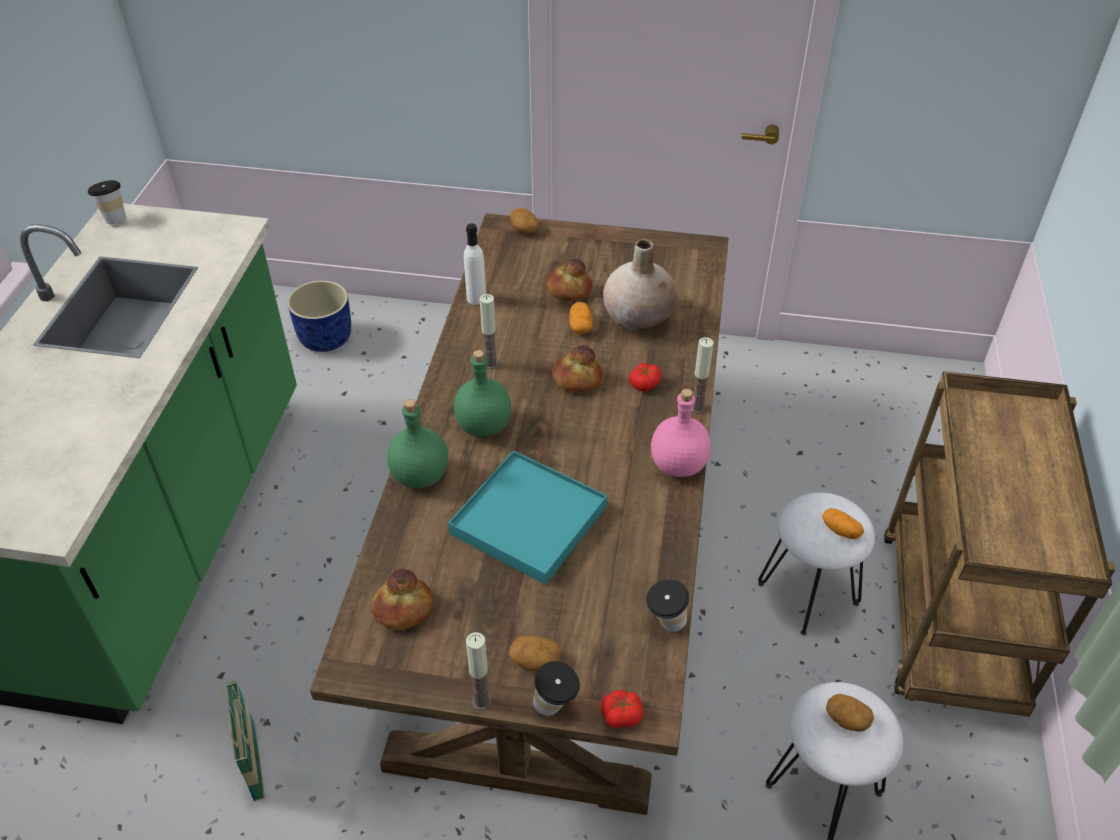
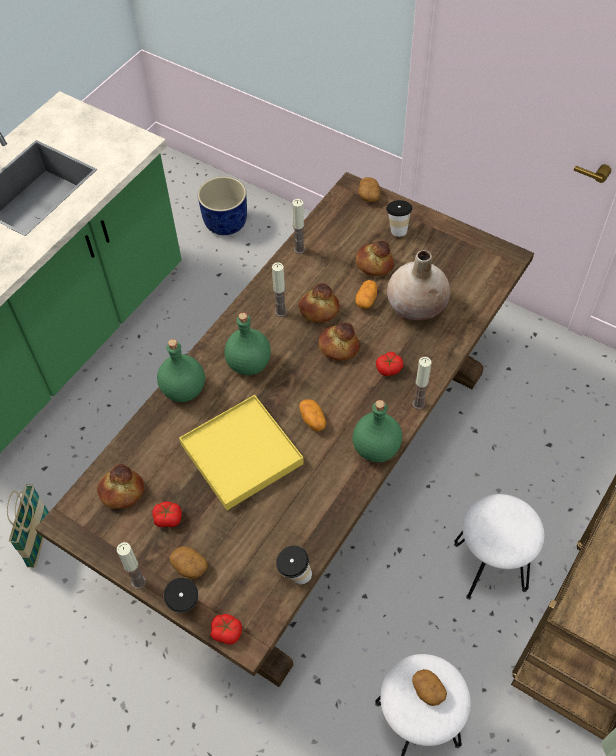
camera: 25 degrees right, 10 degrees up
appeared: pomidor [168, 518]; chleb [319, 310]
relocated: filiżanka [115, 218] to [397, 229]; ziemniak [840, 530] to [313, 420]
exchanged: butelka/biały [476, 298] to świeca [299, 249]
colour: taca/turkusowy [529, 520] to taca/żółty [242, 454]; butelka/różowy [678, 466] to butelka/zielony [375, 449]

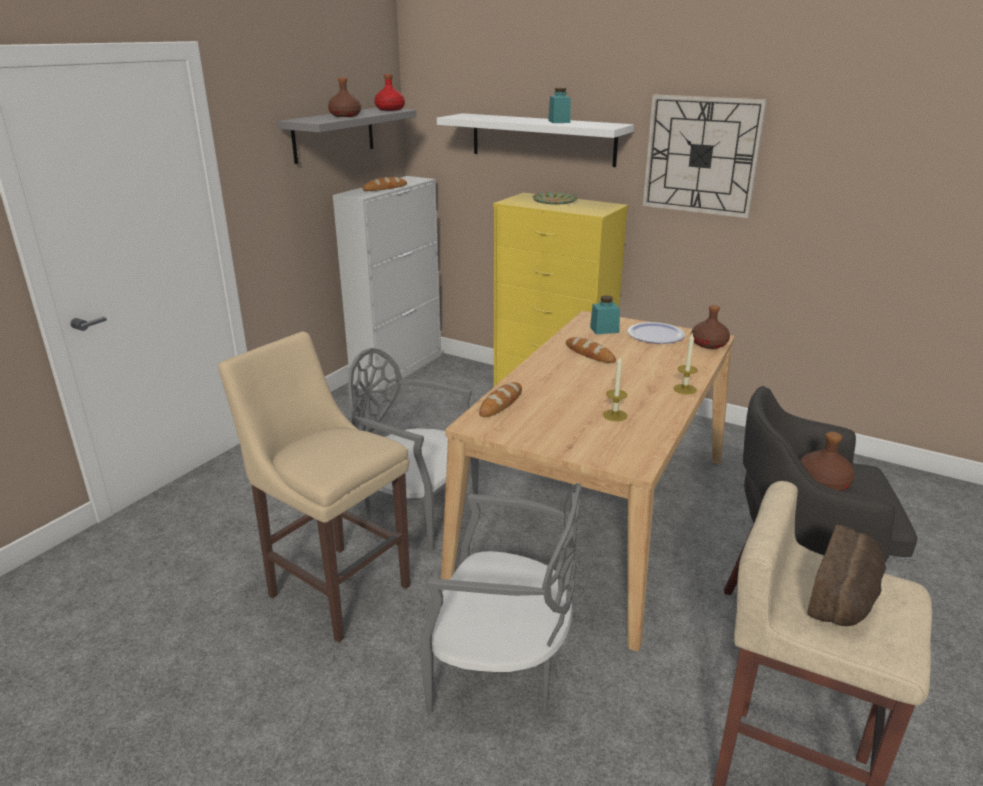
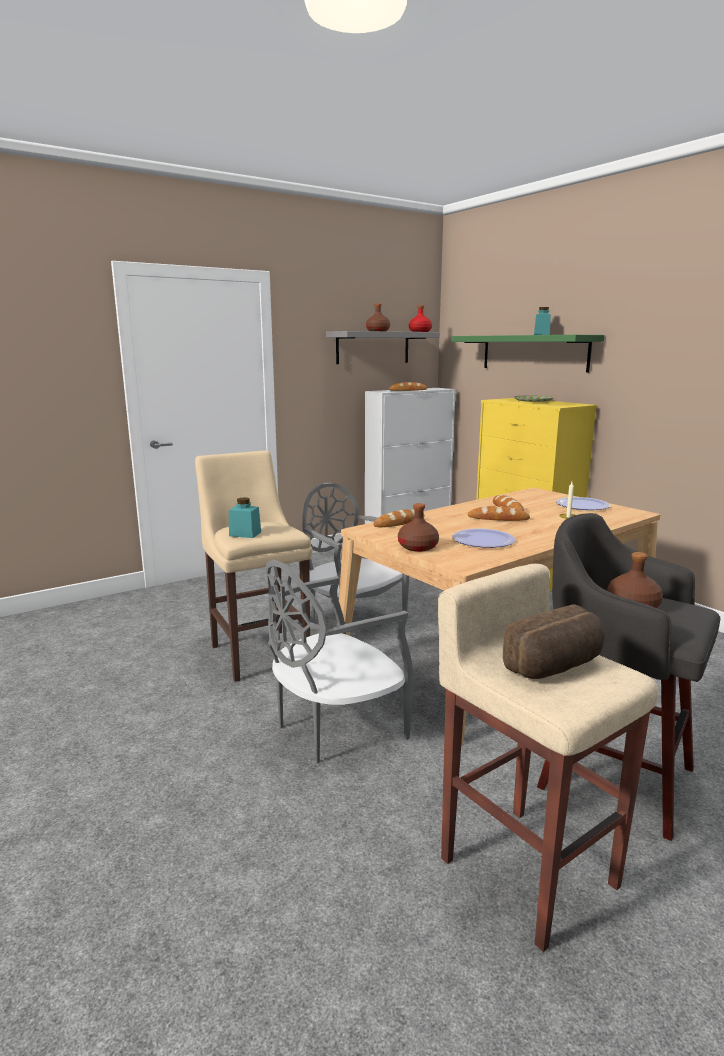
camera: 25 degrees right, 10 degrees down
missing: zegar ścienny [701, 155]
appeared: chleb [498, 518]
relocated: słoik/turkusowy [604, 330] to [245, 534]; butelka/brązowy [709, 344] to [418, 547]
exchanged: świeca [615, 415] to talerz [483, 540]
colour: półka/biały [542, 139] to półka/zielony [534, 353]
spun: krzesło/szary [501, 670] = [335, 728] 105 degrees clockwise

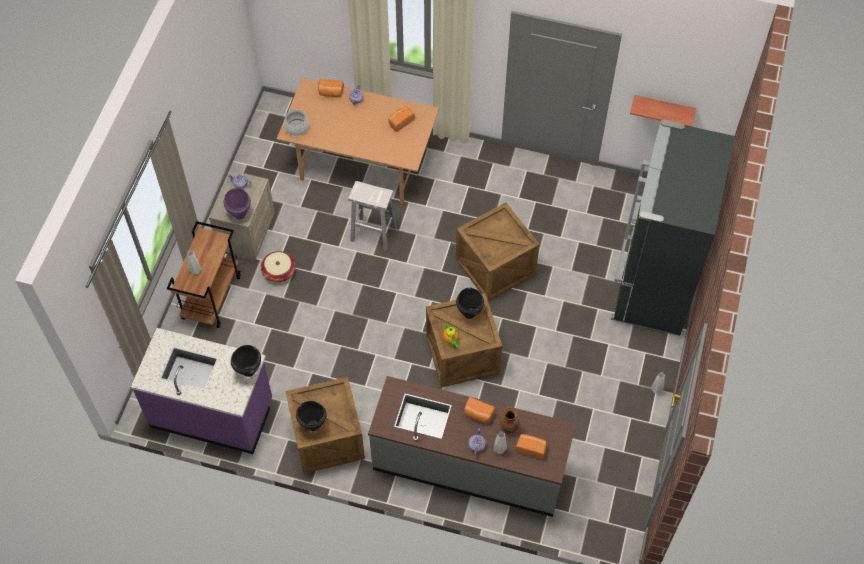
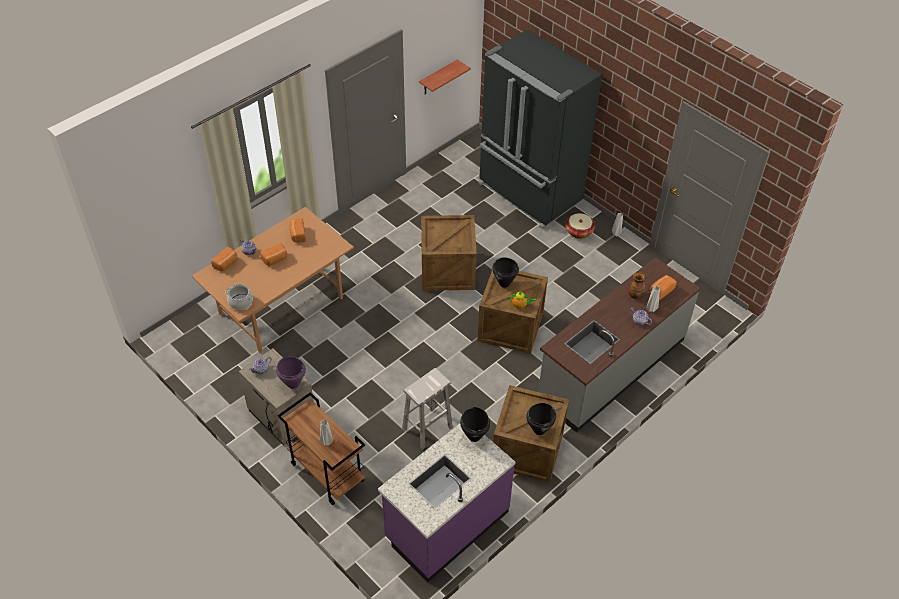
camera: 60 degrees left, 10 degrees down
relocated: koszyk [279, 272] to [579, 231]; stołek/biały [372, 234] to [426, 429]; chleb [478, 414] to [275, 260]

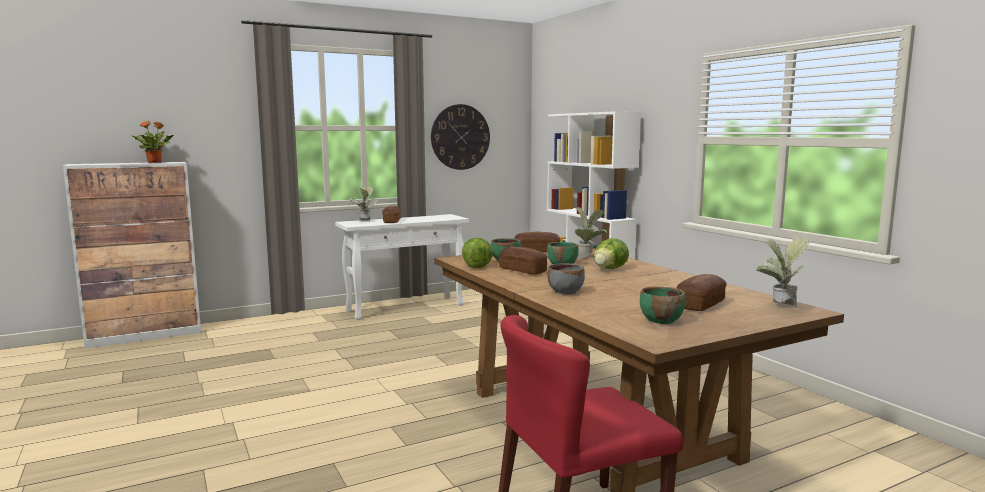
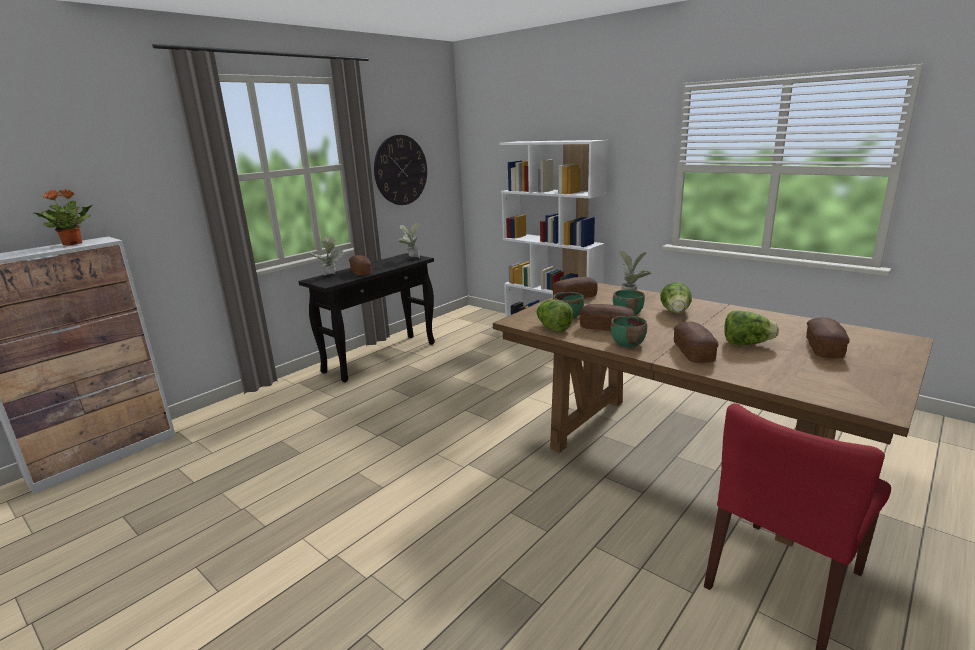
camera: 20 degrees left, 10 degrees up
appeared: sałata [746, 344]
relocated: miska/zielony [660, 320] to [627, 343]; roślina doniczkowa [779, 306] to [411, 258]
exchanged: miska/szary [565, 291] to chleb [693, 352]
colour: stolik konsolowy/biały [406, 308] to stolik konsolowy/czarny [381, 357]

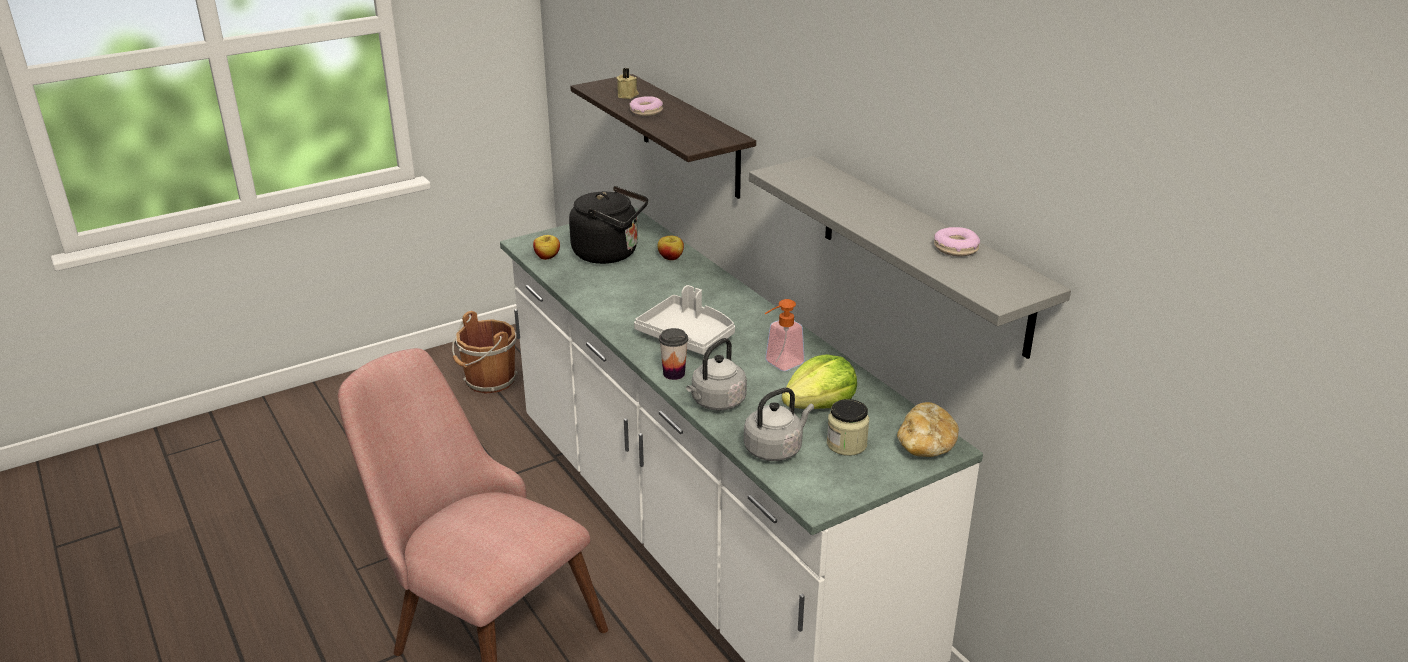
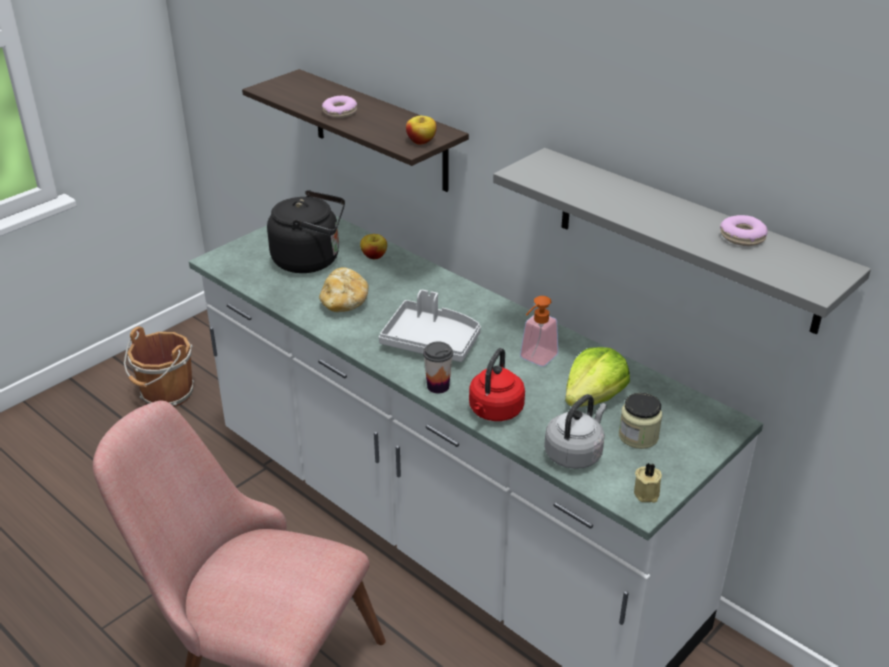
camera: 15 degrees left, 5 degrees up
relocated: jabłko [547, 257] to [421, 141]; świeca/beżowy [628, 95] to [647, 492]; chleb [925, 446] to [344, 303]
colour: czajnik/szary [716, 402] to czajnik/czerwony [494, 412]

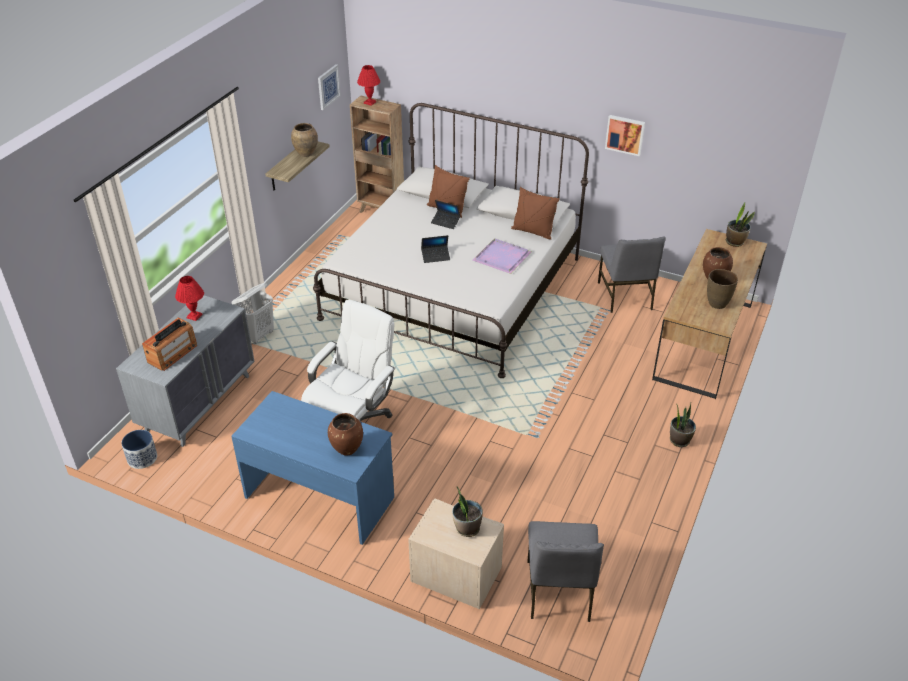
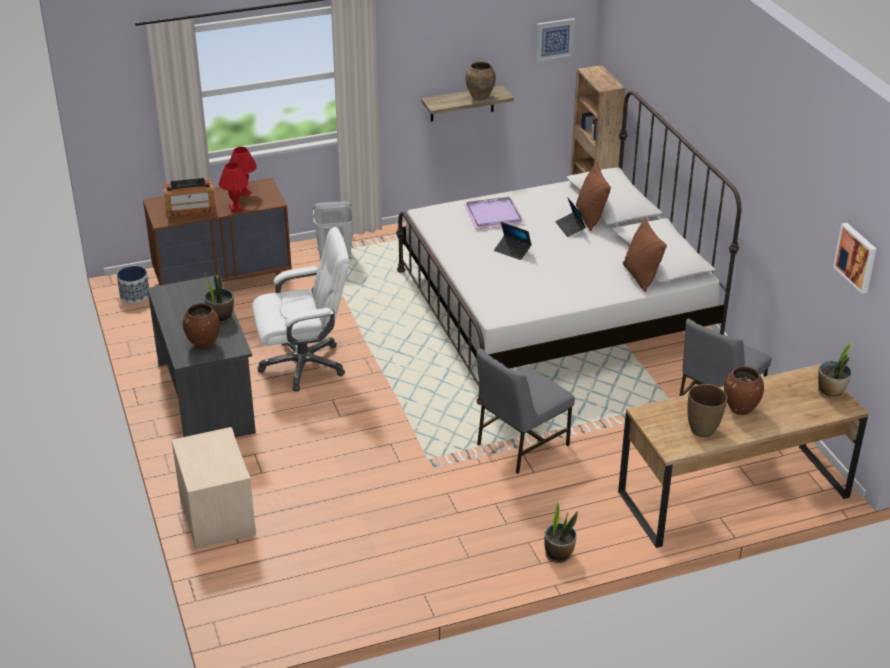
camera: 45 degrees right, 5 degrees down
relocated: lampa stołowa/czerwony [370, 102] to [235, 208]; roślina doniczkowa [467, 528] to [220, 317]; taca/fioletowy [502, 258] to [493, 216]; krzesło/szary [559, 591] to [520, 444]; obraz [625, 134] to [857, 257]
colour: komoda/szary [199, 402] to komoda/brązowy [223, 280]; biurko/niebieski [320, 496] to biurko/szary [207, 397]

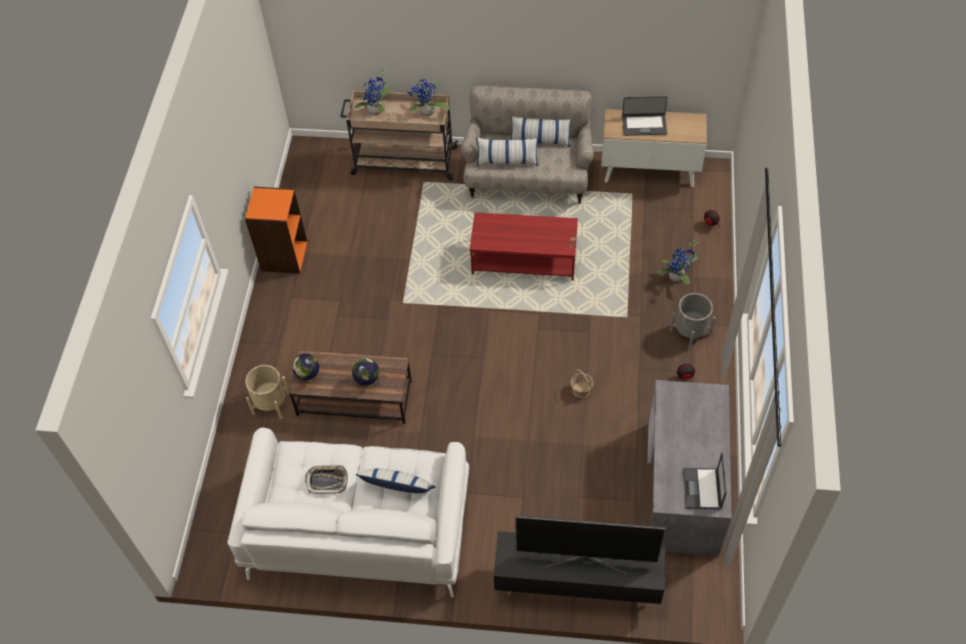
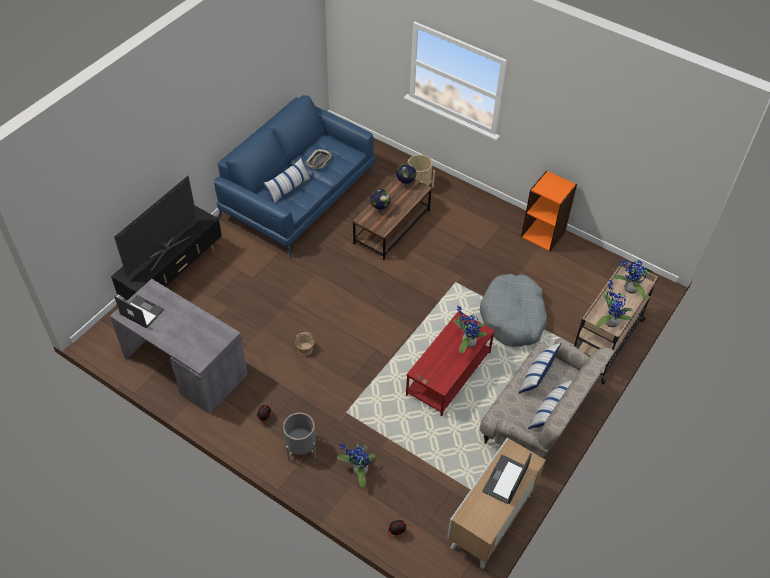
camera: 115 degrees right, 5 degrees down
appeared: roślina doniczkowa [467, 342]; legowisko/szary [513, 317]
colour: kanapa/biały [358, 526] to kanapa/niebieski [299, 195]

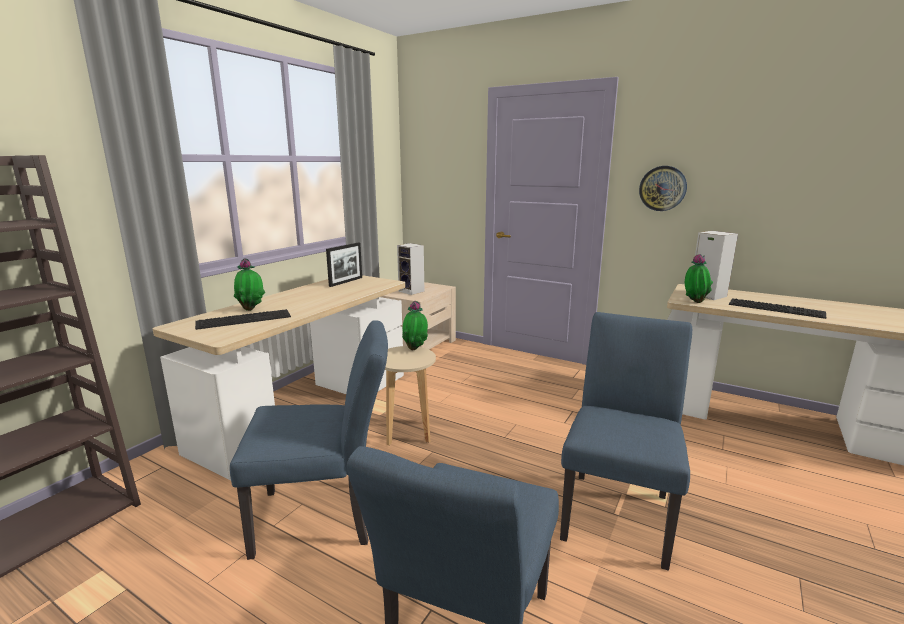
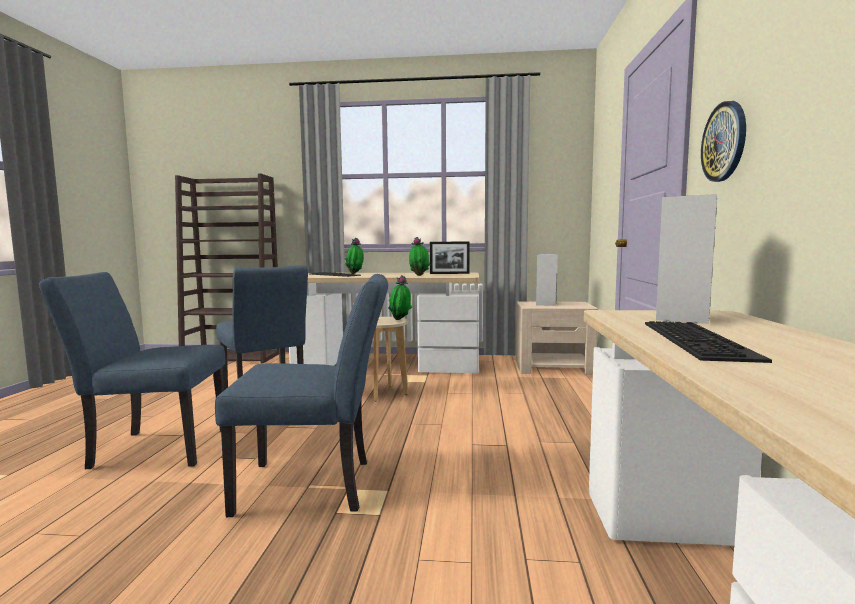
camera: 65 degrees right, 10 degrees down
relocated: roślina doniczkowa [694, 302] to [419, 275]

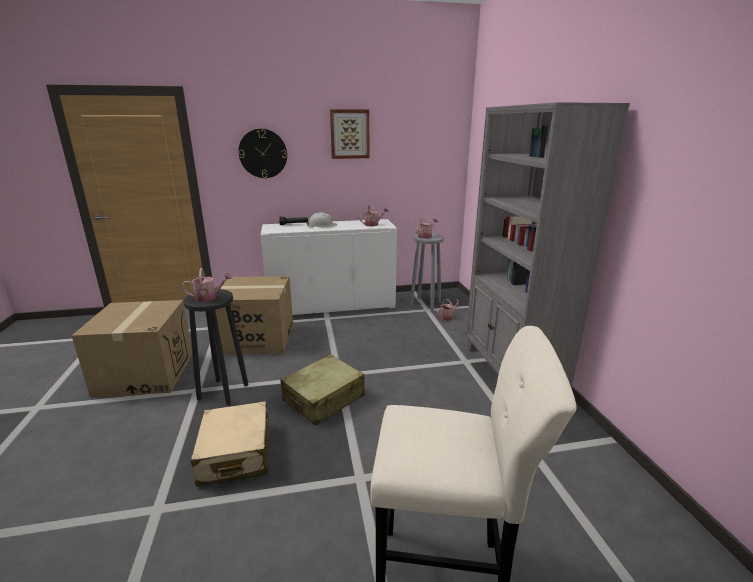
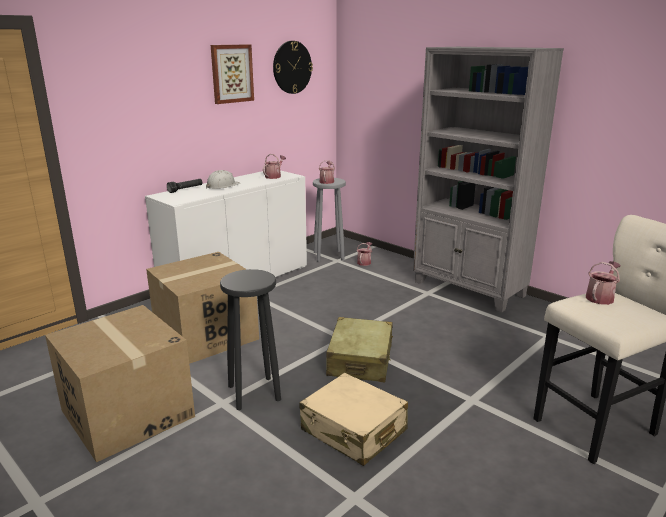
camera: 35 degrees left, 0 degrees up
relocated: konewka [209, 297] to [600, 297]; zegar ścienny [263, 153] to [292, 67]

